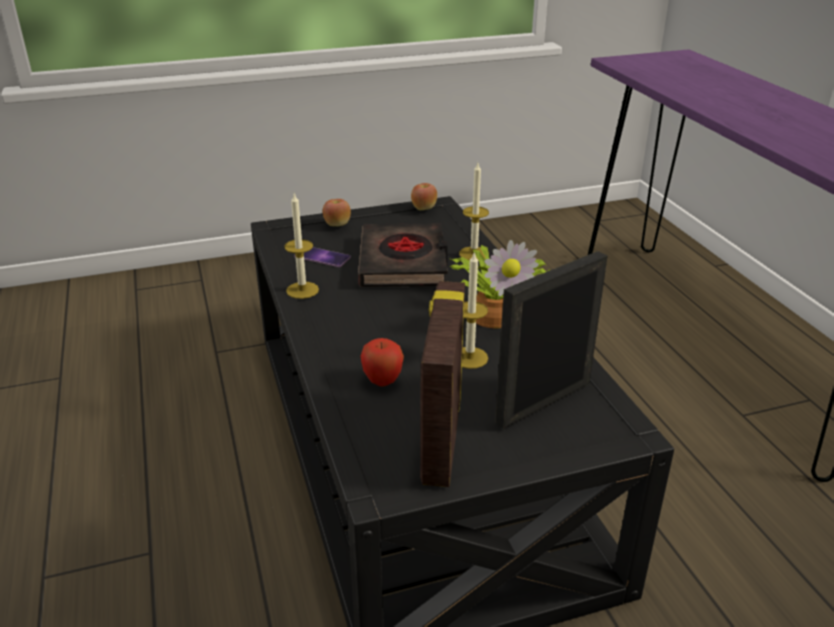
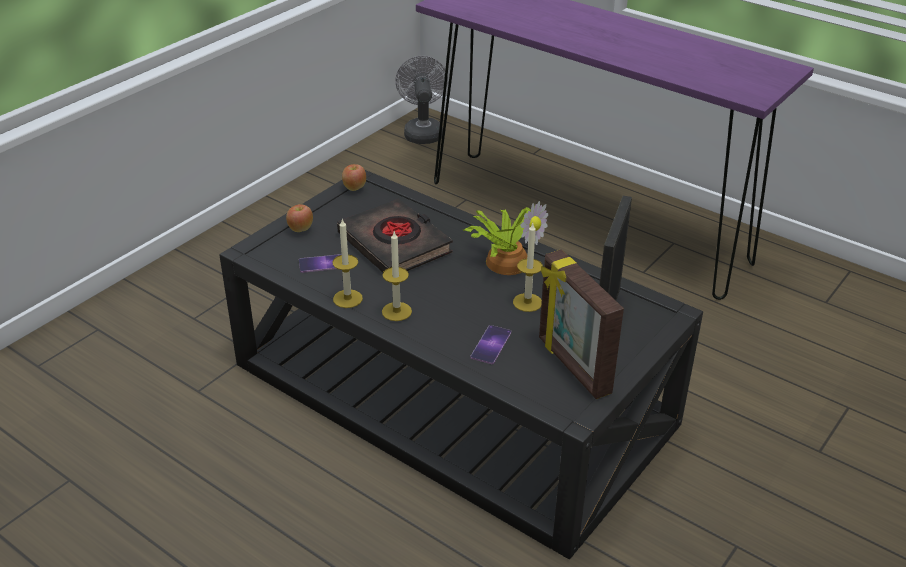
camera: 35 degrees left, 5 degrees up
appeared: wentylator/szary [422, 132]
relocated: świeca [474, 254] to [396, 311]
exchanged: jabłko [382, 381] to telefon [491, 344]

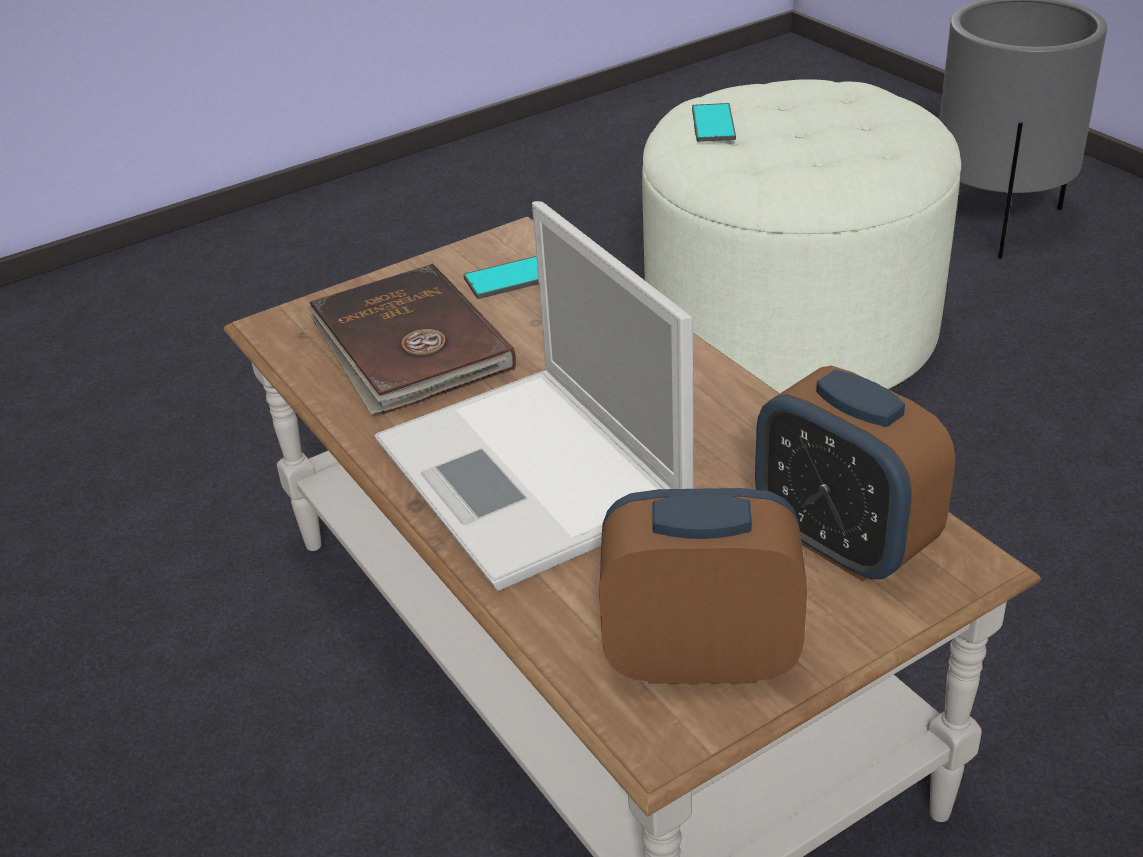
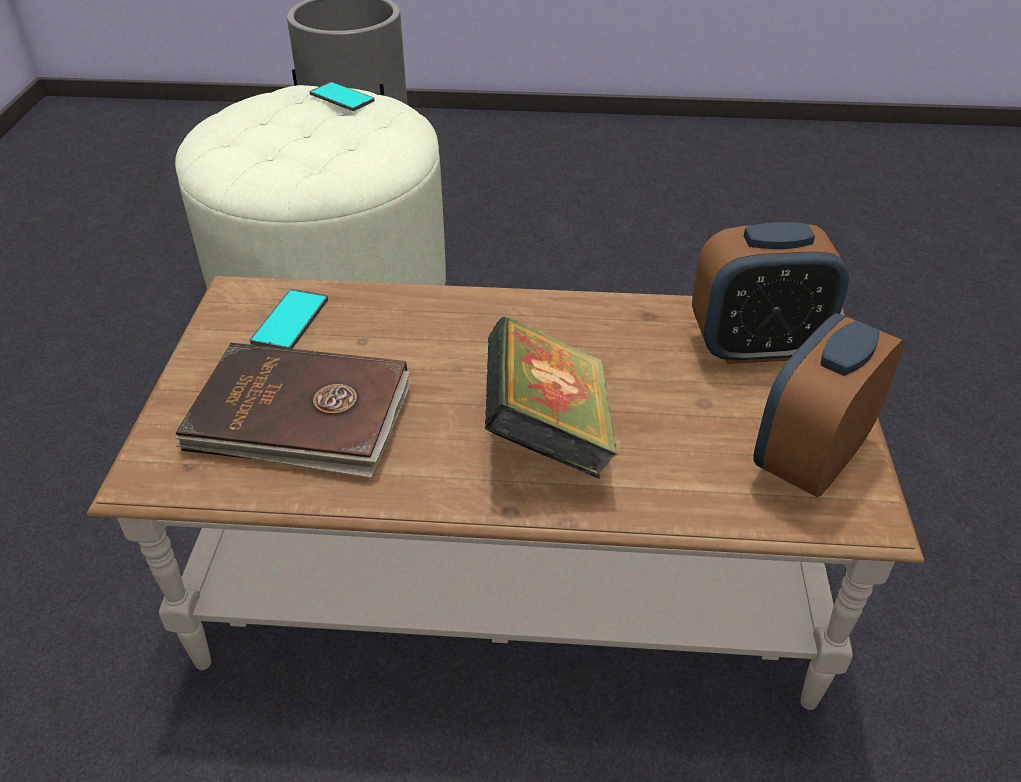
camera: 55 degrees left, 5 degrees up
relocated: telefon [713, 124] to [342, 98]
exchanged: laptop [534, 476] to książka [547, 435]

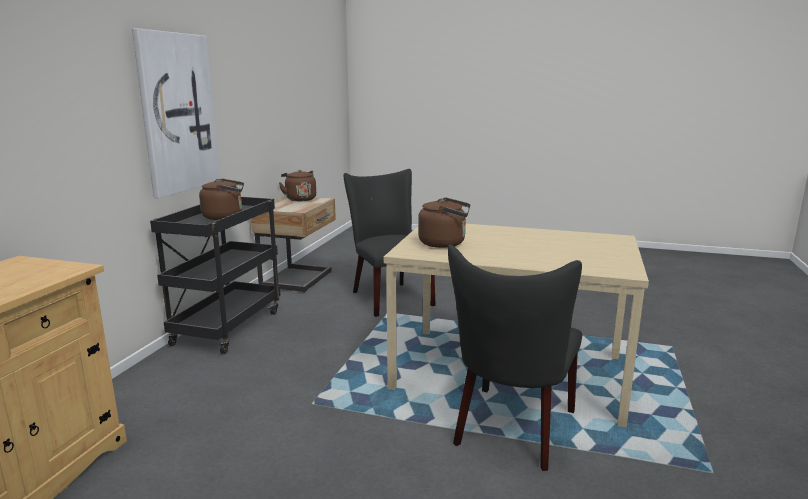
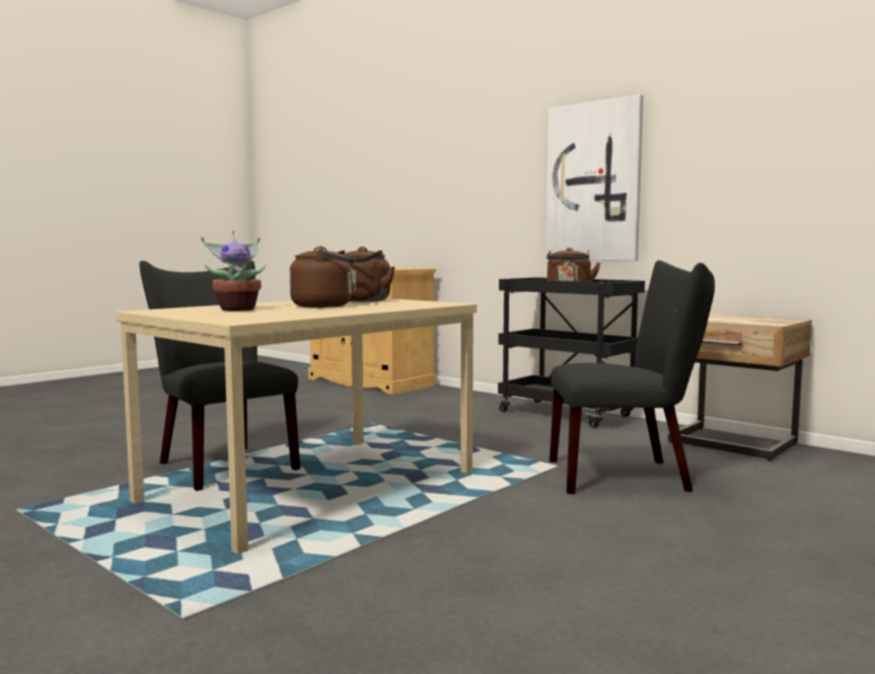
camera: 115 degrees right, 10 degrees down
appeared: roślina doniczkowa [237, 309]
relocated: czajnik/brązowy [300, 199] to [326, 306]

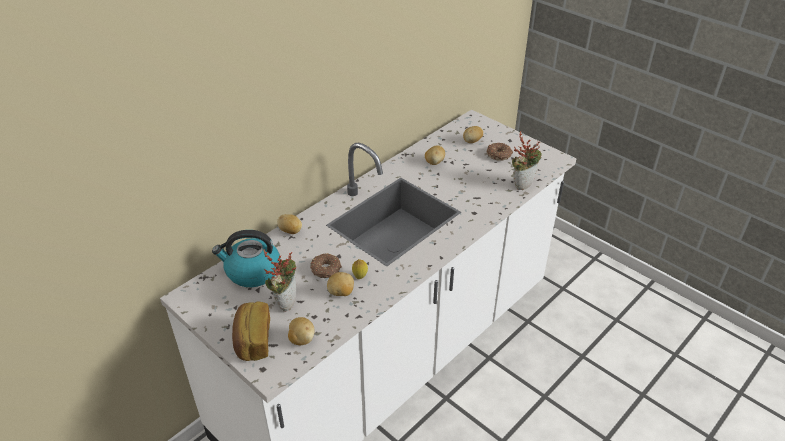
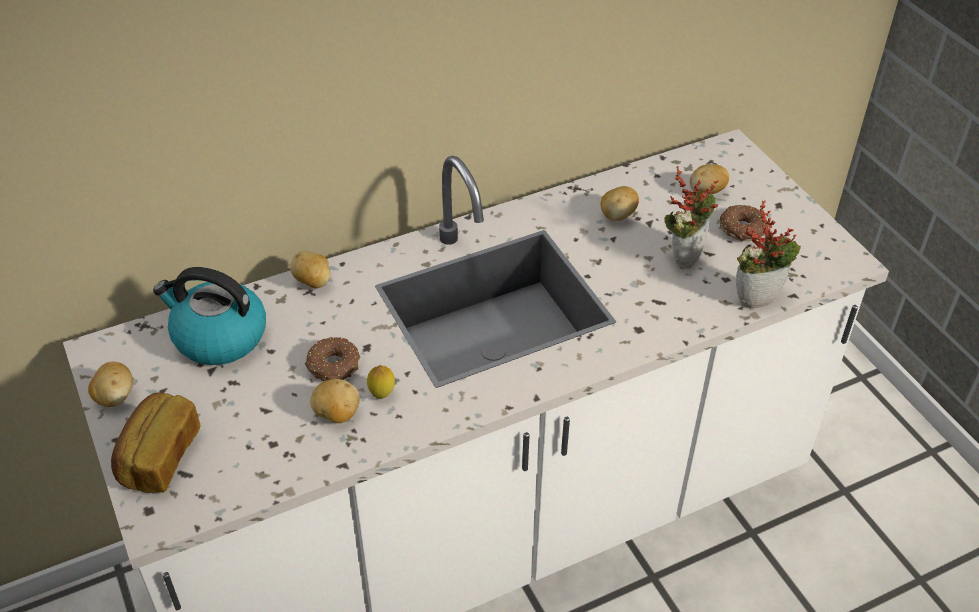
camera: 20 degrees right, 5 degrees up
relocated: roślina doniczkowa [285, 301] to [684, 255]; ziemniak [301, 339] to [115, 397]

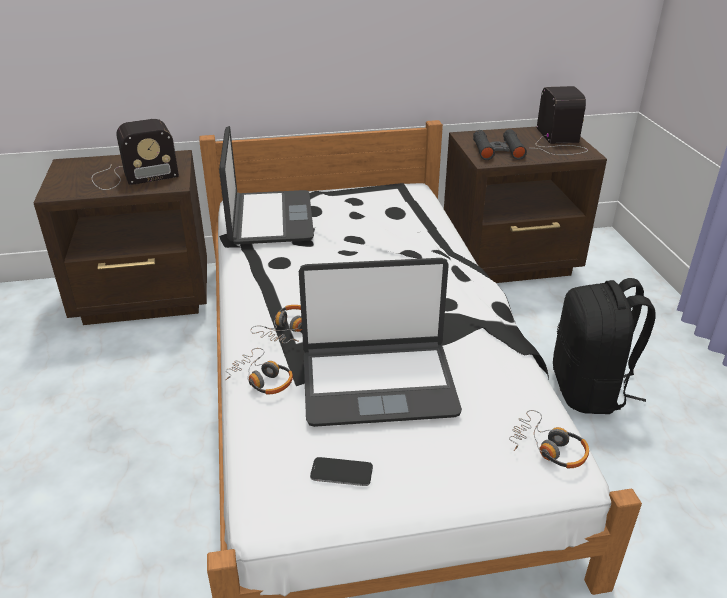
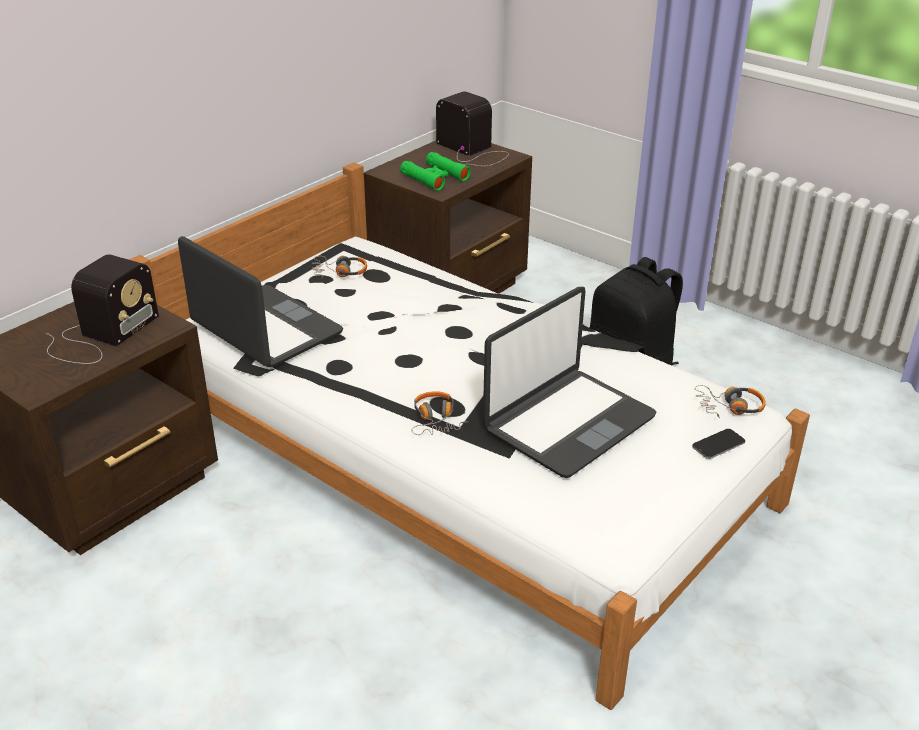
camera: 40 degrees left, 0 degrees up
relocated: słuchawki [261, 379] to [339, 272]; telefon [341, 472] to [718, 445]
colour: lornetka/czarny [497, 150] to lornetka/zielony [435, 177]

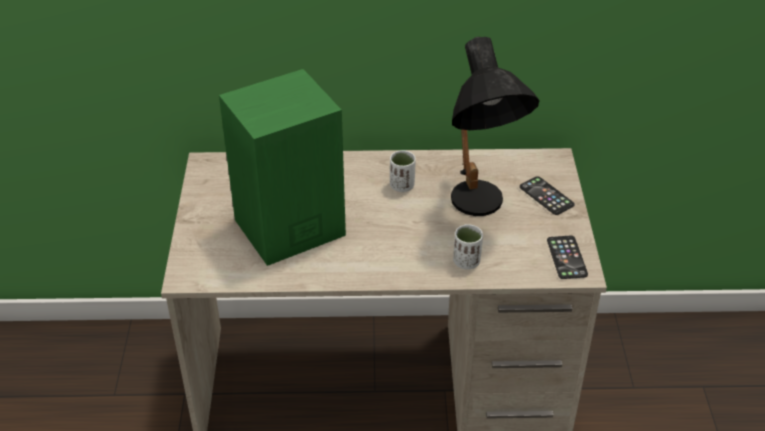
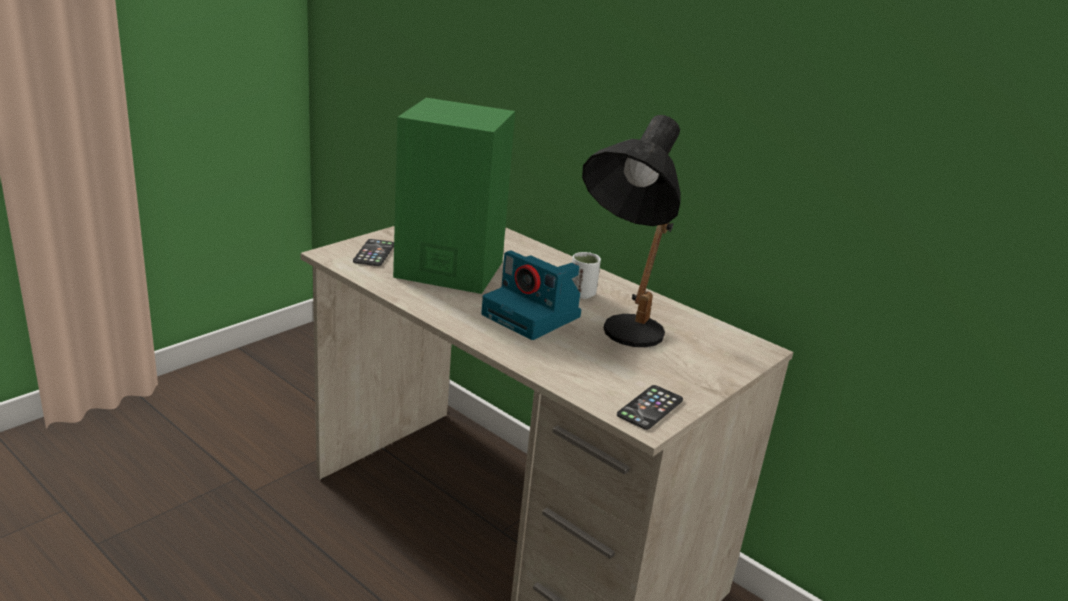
camera: 40 degrees right, 15 degrees down
missing: filiżanka/biały [466, 262]
appeared: aparat fotograficzny [533, 316]
relocated: telefon [546, 196] to [374, 253]

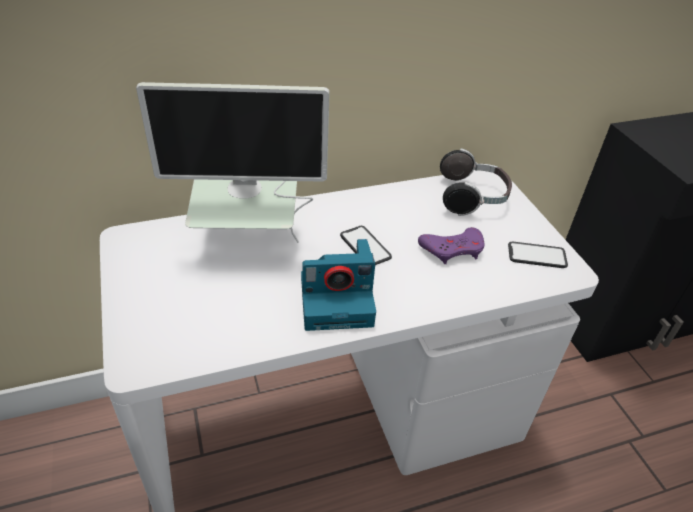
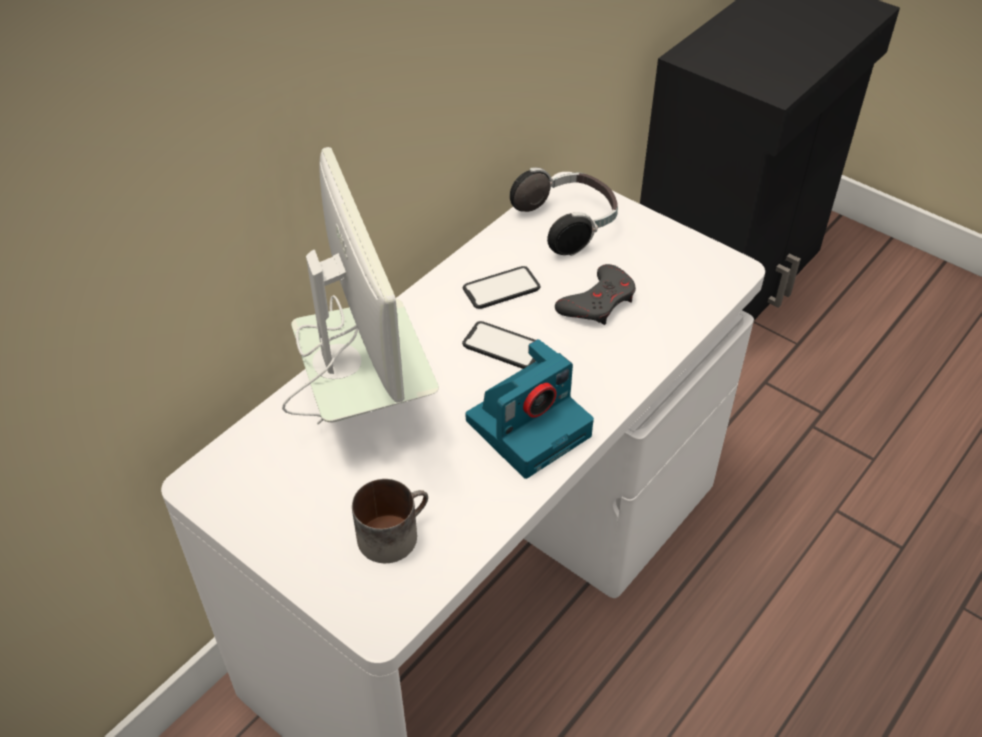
camera: 30 degrees left, 5 degrees up
appeared: kubek [393, 532]
relocated: telefon [537, 255] to [501, 288]
colour: pad do gier/fioletowy [453, 249] to pad do gier/szary [598, 302]
spun: monitor [248, 242] = [364, 408] 75 degrees counterclockwise

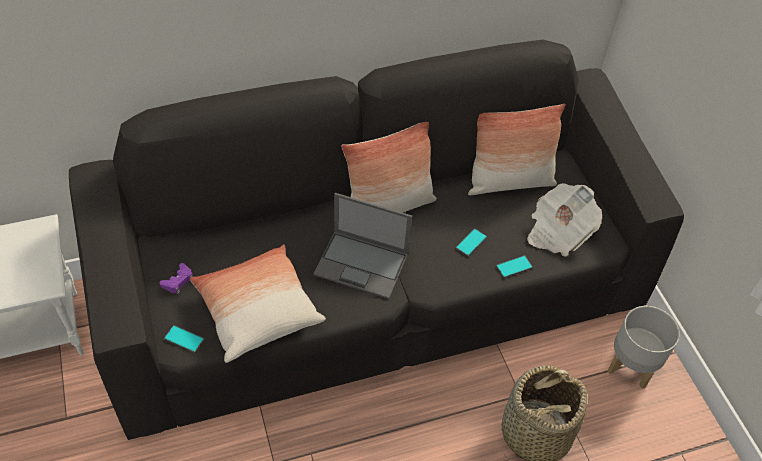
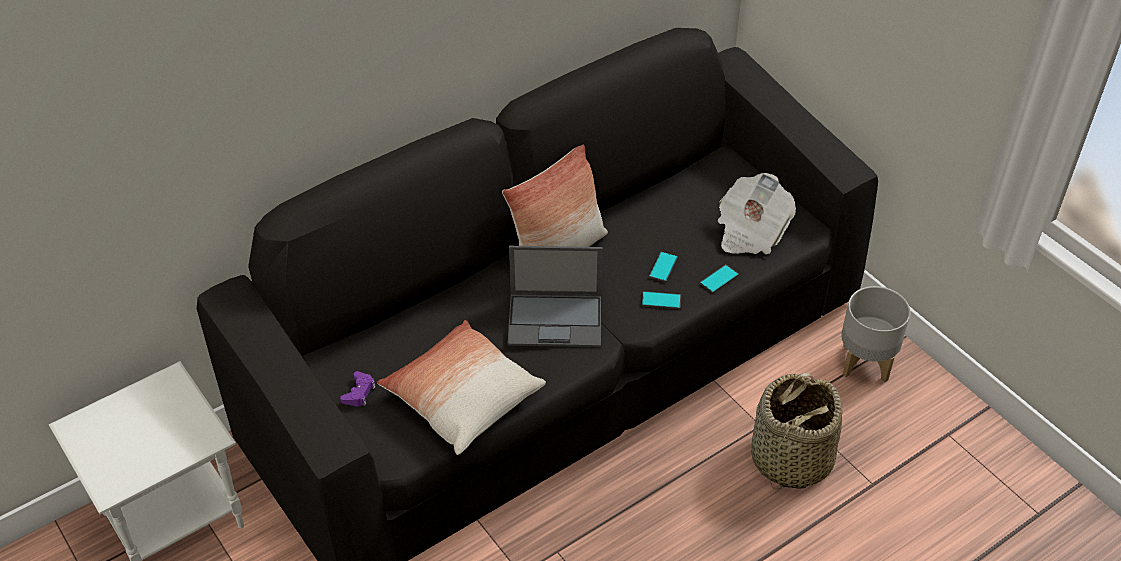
camera: 15 degrees left, 5 degrees down
missing: poduszka [509, 182]
relocated: telefon [184, 339] to [661, 300]

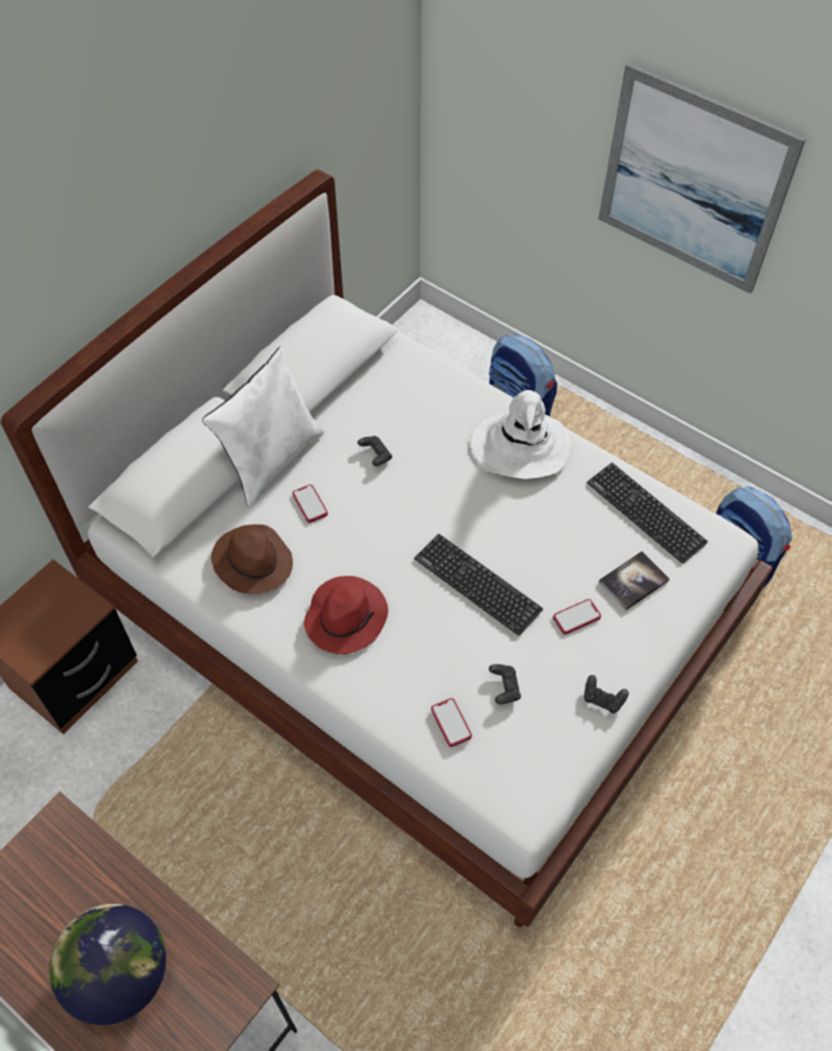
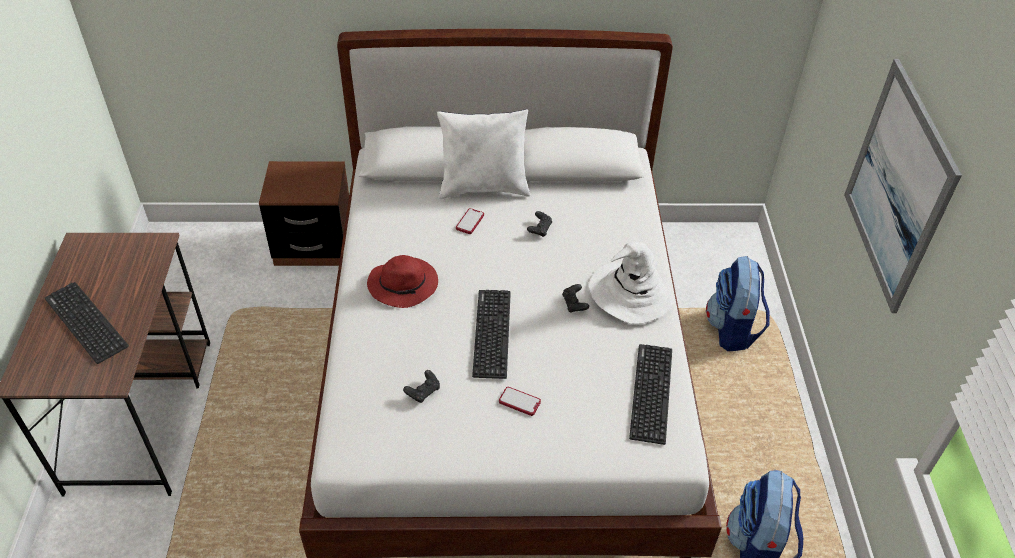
camera: 50 degrees right, 10 degrees down
missing: kapelusz/brązowy [252, 562]; telefon [451, 723]; książka [633, 581]
relocated: pad do gier/czarny [603, 699] to [574, 304]
exchanged: globus [120, 974] to klawiatura [86, 322]

